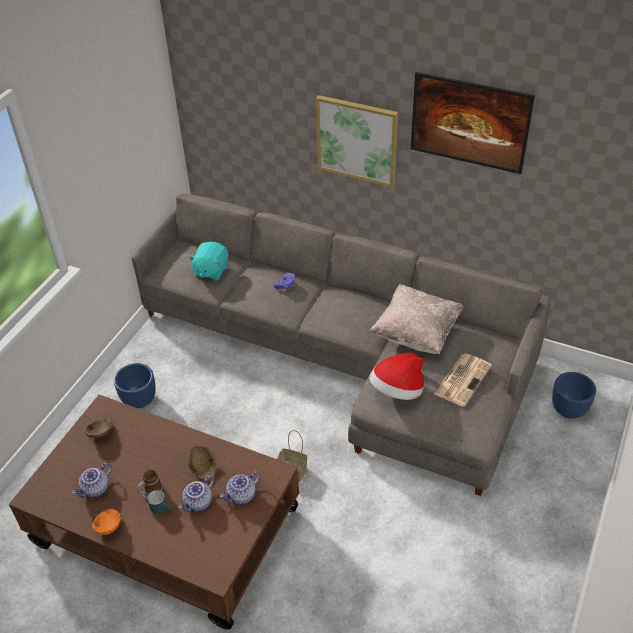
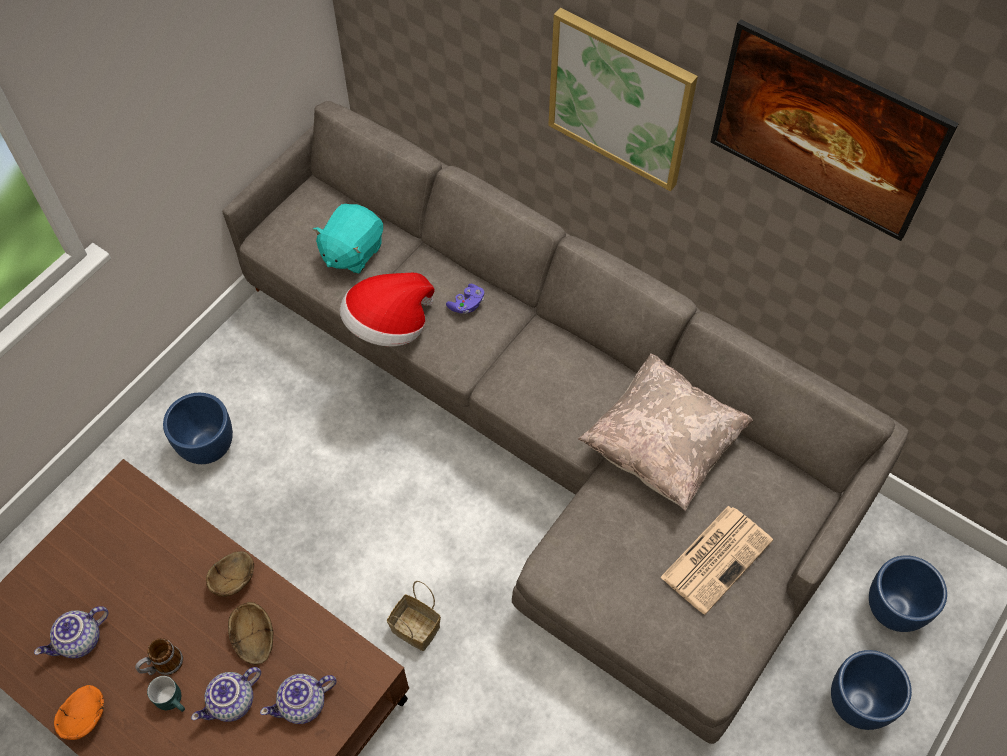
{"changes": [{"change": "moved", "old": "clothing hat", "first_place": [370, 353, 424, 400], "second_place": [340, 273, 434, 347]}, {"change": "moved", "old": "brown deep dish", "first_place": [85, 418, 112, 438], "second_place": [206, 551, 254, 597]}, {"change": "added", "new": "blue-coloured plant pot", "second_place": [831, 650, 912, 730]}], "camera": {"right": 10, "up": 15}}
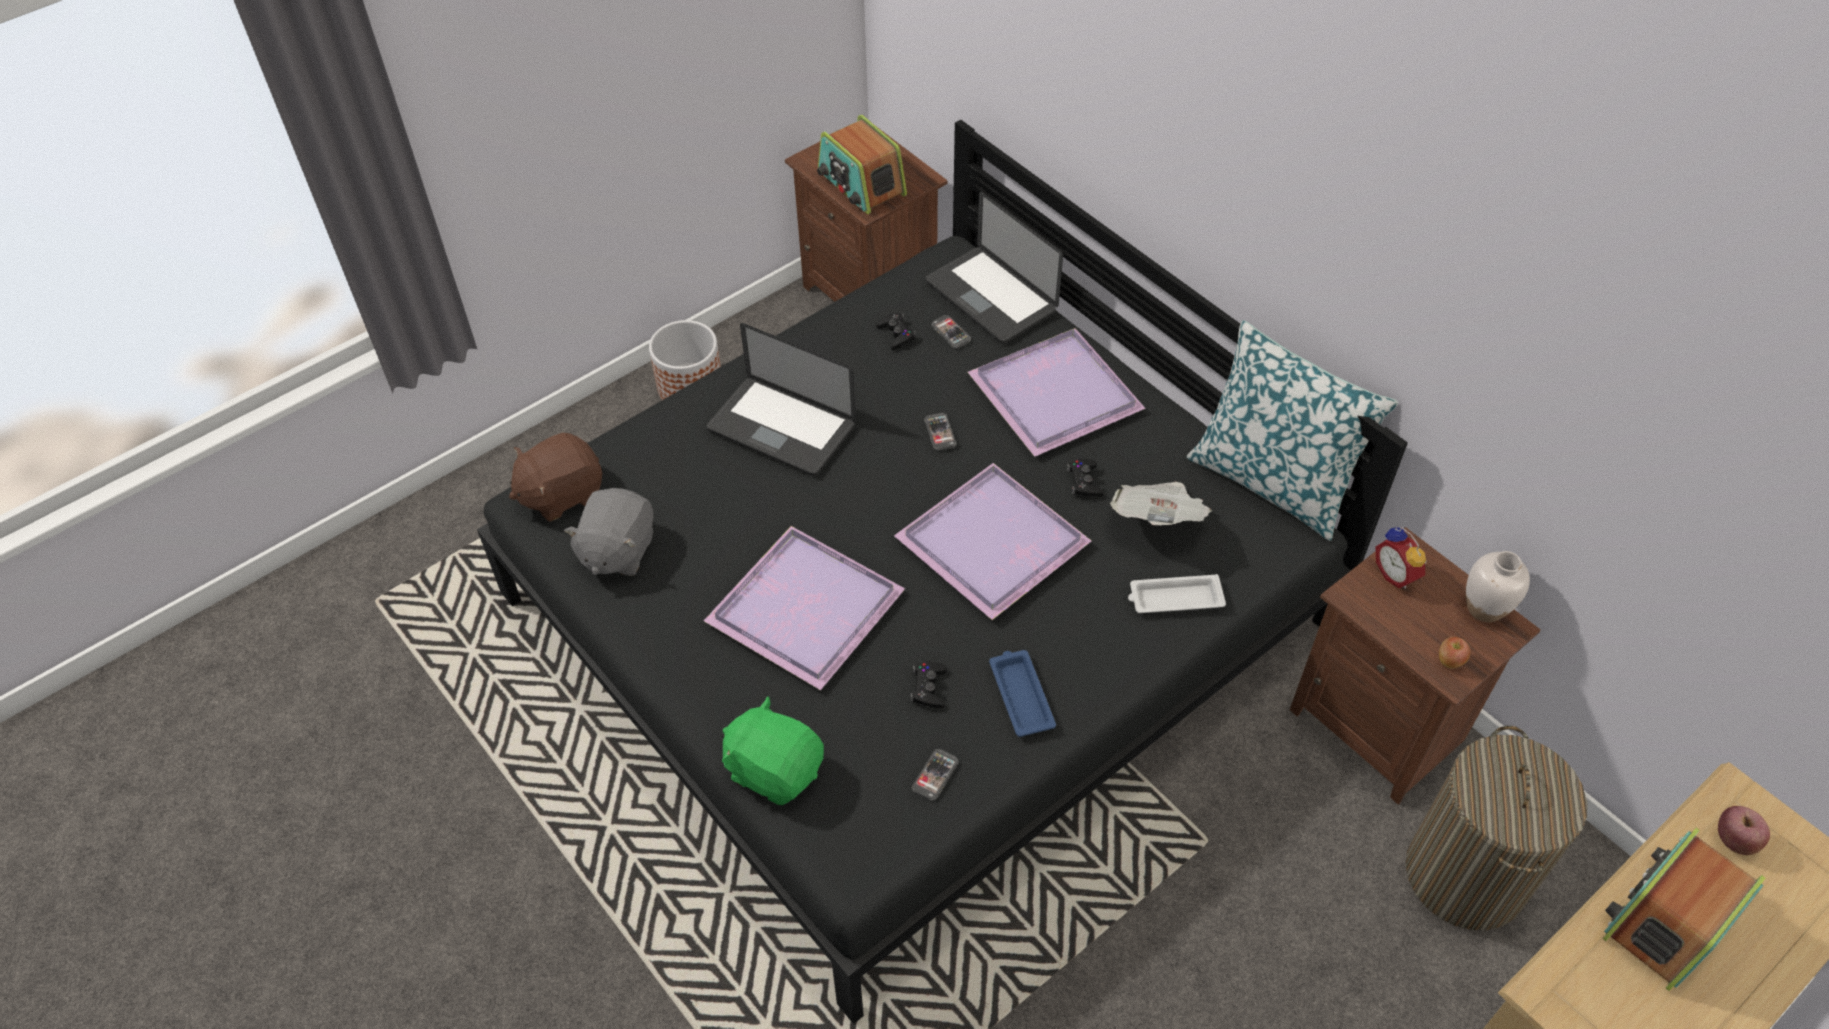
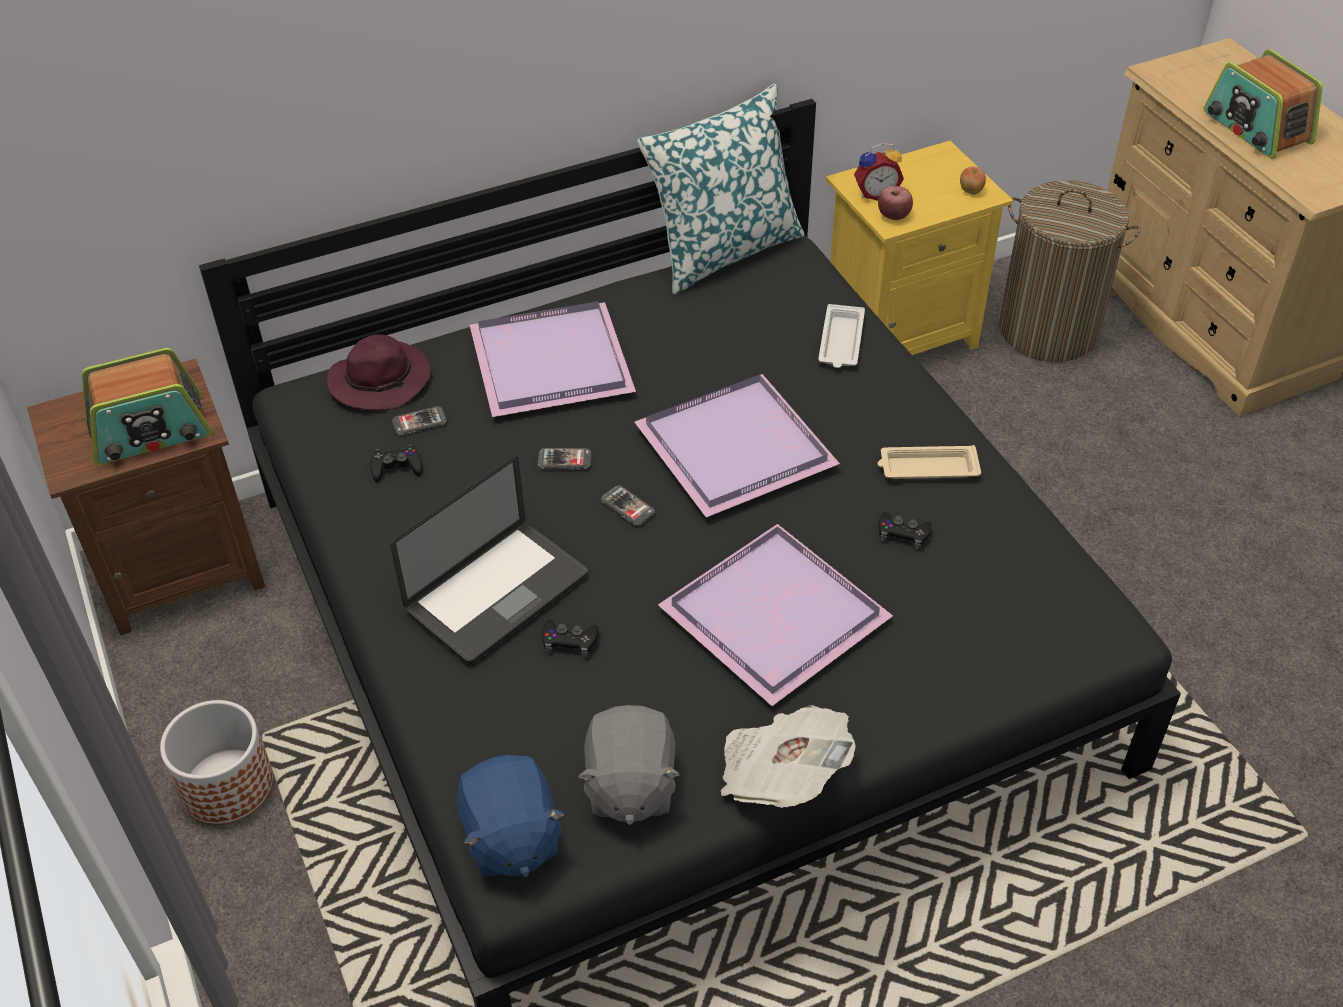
{"changes": [{"change": "replaced", "old": "portable computer", "new": "purple clothing hat", "first_place": [925, 192, 1063, 344], "second_place": [327, 334, 431, 410]}, {"change": "recoloured", "old": "brown cuddly toy", "new": "blue-coloured cuddly toy", "first_place": [509, 433, 602, 522], "second_place": [457, 755, 565, 877]}, {"change": "moved", "old": "black joypad", "first_place": [1067, 459, 1103, 497], "second_place": [542, 620, 599, 657]}, {"change": "moved", "old": "newspaper", "first_place": [1110, 482, 1212, 525], "second_place": [721, 705, 855, 808]}, {"change": "turned", "old": "grey cuddly toy", "first_place": [564, 488, 654, 576], "second_place": [578, 705, 680, 825], "degrees": 60}, {"change": "recoloured", "old": "brown bedside table", "new": "yellowish bedside table", "first_place": [1290, 527, 1541, 805], "second_place": [826, 141, 1013, 355]}, {"change": "removed", "old": "white flower vase", "first_place": [1466, 551, 1530, 622]}, {"change": "recoloured", "old": "blue-coloured serving tray", "new": "beige-coloured serving tray", "first_place": [989, 650, 1056, 737], "second_place": [878, 445, 981, 479]}, {"change": "removed", "old": "green cuddly toy", "first_place": [722, 696, 824, 805]}, {"change": "moved", "old": "phone", "first_place": [912, 749, 959, 801], "second_place": [601, 486, 655, 526]}, {"change": "moved", "old": "apple", "first_place": [1718, 806, 1770, 855], "second_place": [878, 186, 913, 220]}], "camera": {"right": -75, "up": -5}}
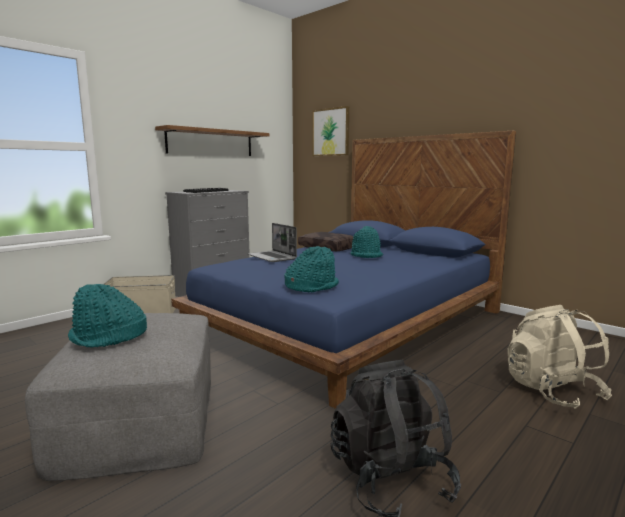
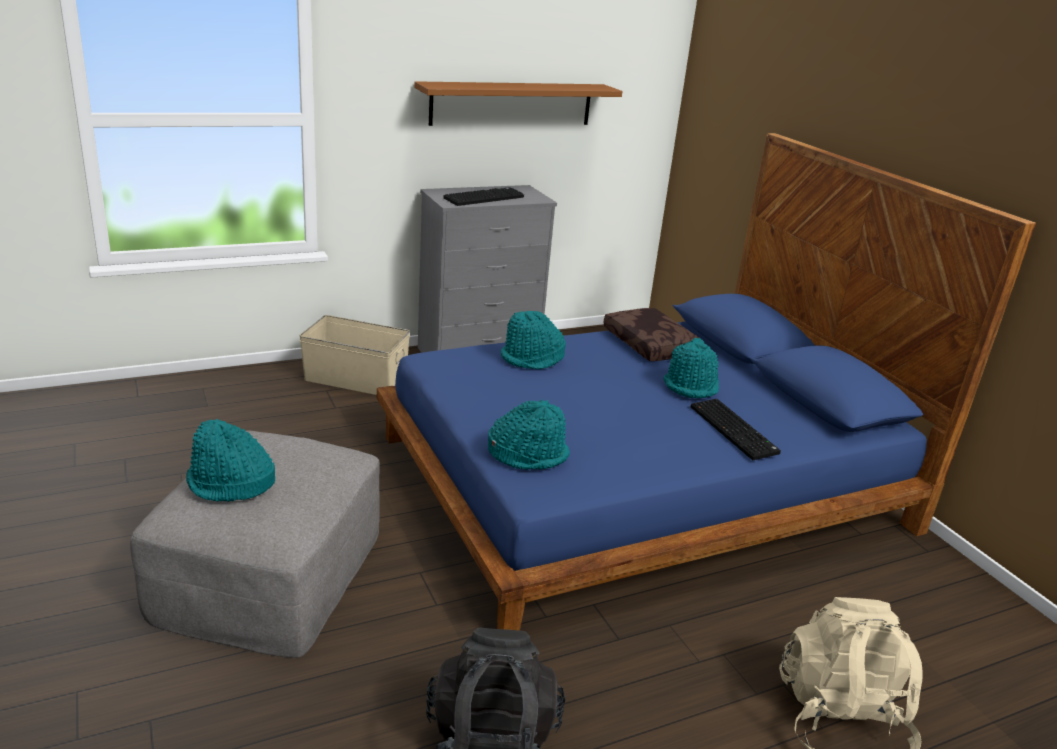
{"changes": [{"change": "removed", "old": "wall picture", "first_place": [312, 106, 349, 156]}, {"change": "replaced", "old": "portable computer", "new": "turquoise clothing hat", "first_place": [248, 223, 297, 262], "second_place": [501, 311, 566, 369]}, {"change": "added", "new": "PC keyboard", "second_place": [691, 399, 781, 460]}], "camera": {"right": 20, "up": 15}}
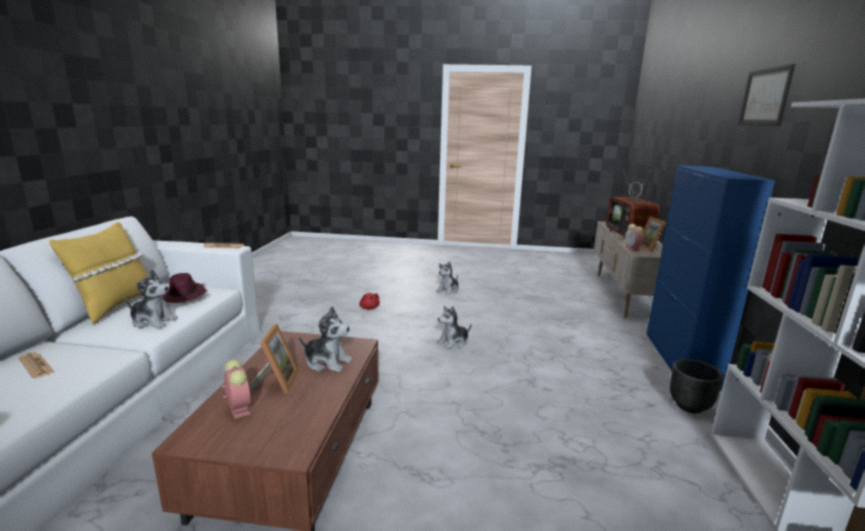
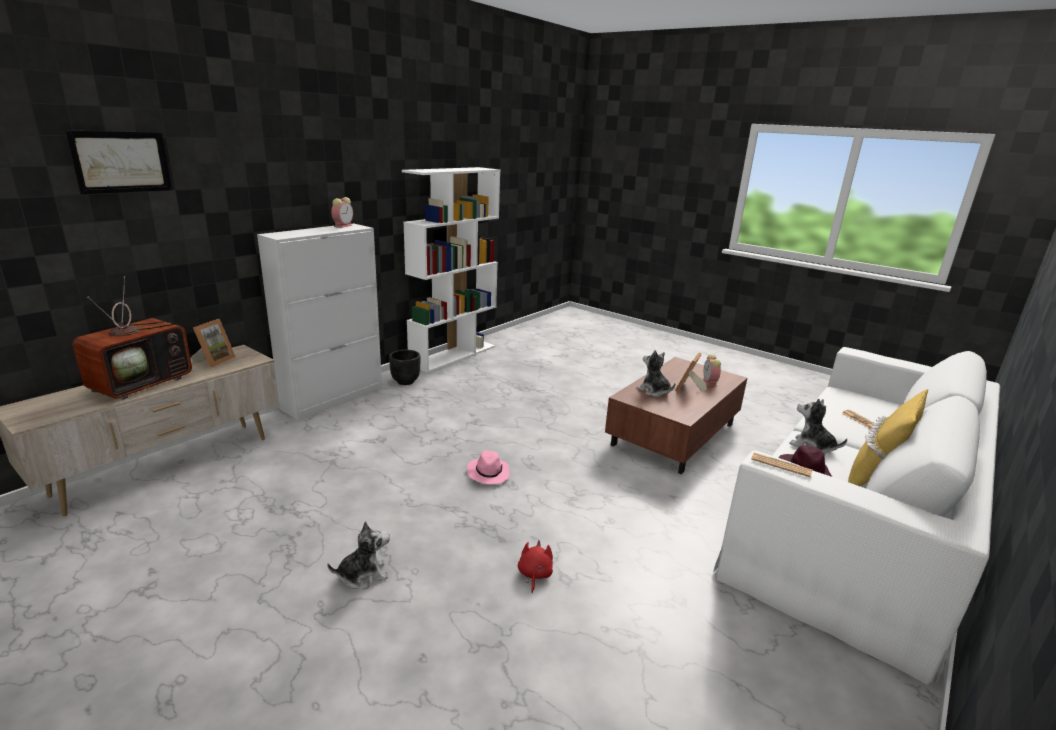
{"changes": [{"change": "moved", "old": "wall picture", "first_place": [738, 64, 795, 126], "second_place": [65, 131, 172, 194]}, {"change": "recoloured", "old": "blue-coloured cabinet", "new": "white cabinet", "first_place": [647, 165, 775, 391], "second_place": [257, 224, 382, 420]}, {"change": "moved", "old": "table clock", "first_place": [625, 224, 644, 251], "second_place": [331, 197, 353, 228]}, {"change": "replaced", "old": "cuddly toy", "new": "pinkish clothing hat", "first_place": [437, 306, 472, 349], "second_place": [467, 451, 510, 484]}], "camera": {"right": -150, "up": 5}}
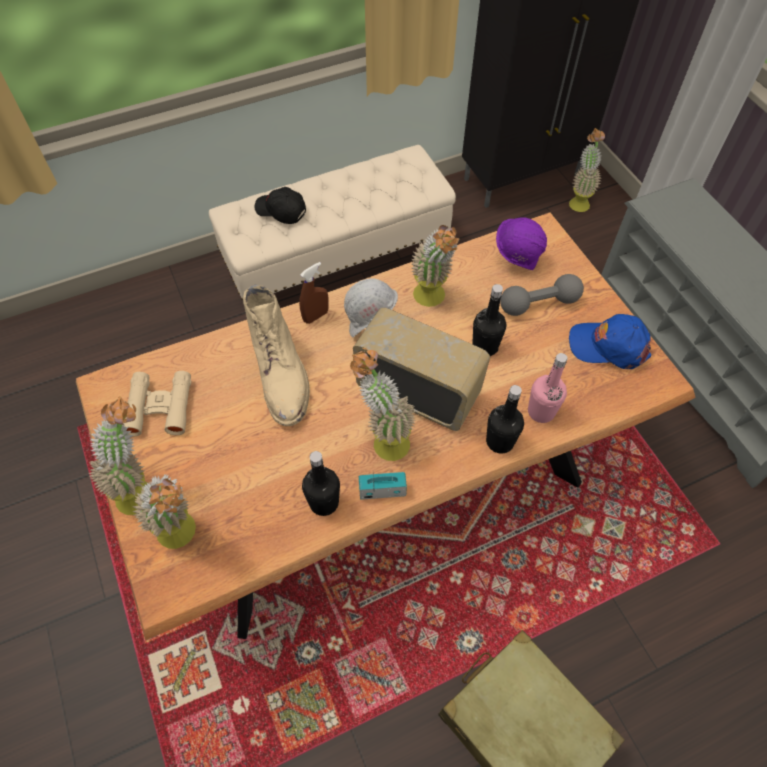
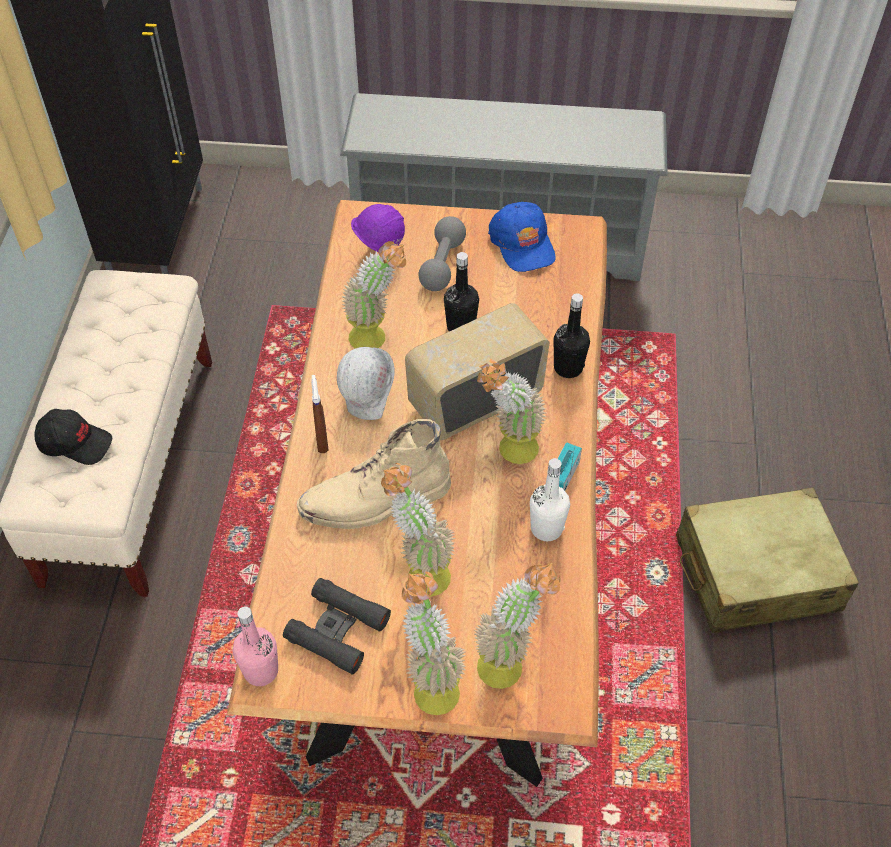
{"changes": [{"change": "moved", "old": "plant in a pot", "first_place": [569, 128, 605, 212], "second_place": [381, 463, 455, 597]}, {"change": "turned", "old": "black baseball cap", "first_place": [255, 187, 306, 224], "second_place": [35, 409, 112, 465], "degrees": -135}, {"change": "turned", "old": "beige-coloured boot", "first_place": [243, 285, 310, 426], "second_place": [297, 419, 451, 529], "degrees": 150}, {"change": "turned", "old": "blue-coloured baseball cap", "first_place": [569, 314, 651, 369], "second_place": [488, 202, 556, 272], "degrees": -60}, {"change": "moved", "old": "pinkish bottle", "first_place": [528, 353, 568, 423], "second_place": [232, 606, 278, 686]}, {"change": "recoloured", "old": "beige-coloured field glasses", "new": "black field glasses", "first_place": [124, 371, 191, 436], "second_place": [283, 578, 391, 675]}, {"change": "recoloured", "old": "black bottle", "new": "white bottle", "first_place": [302, 451, 340, 516], "second_place": [530, 458, 570, 541]}], "camera": {"right": -60, "up": -5}}
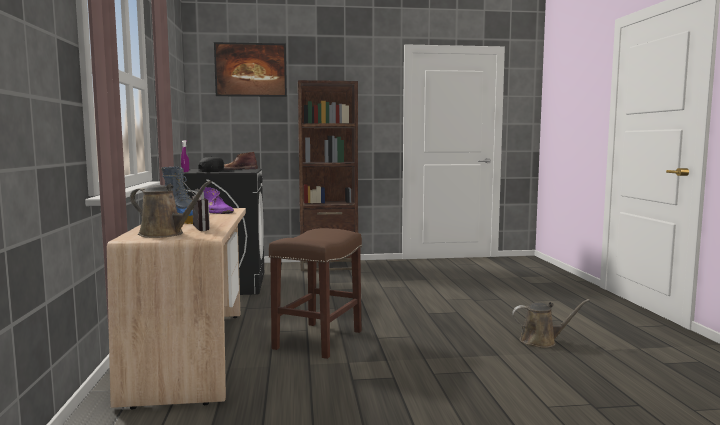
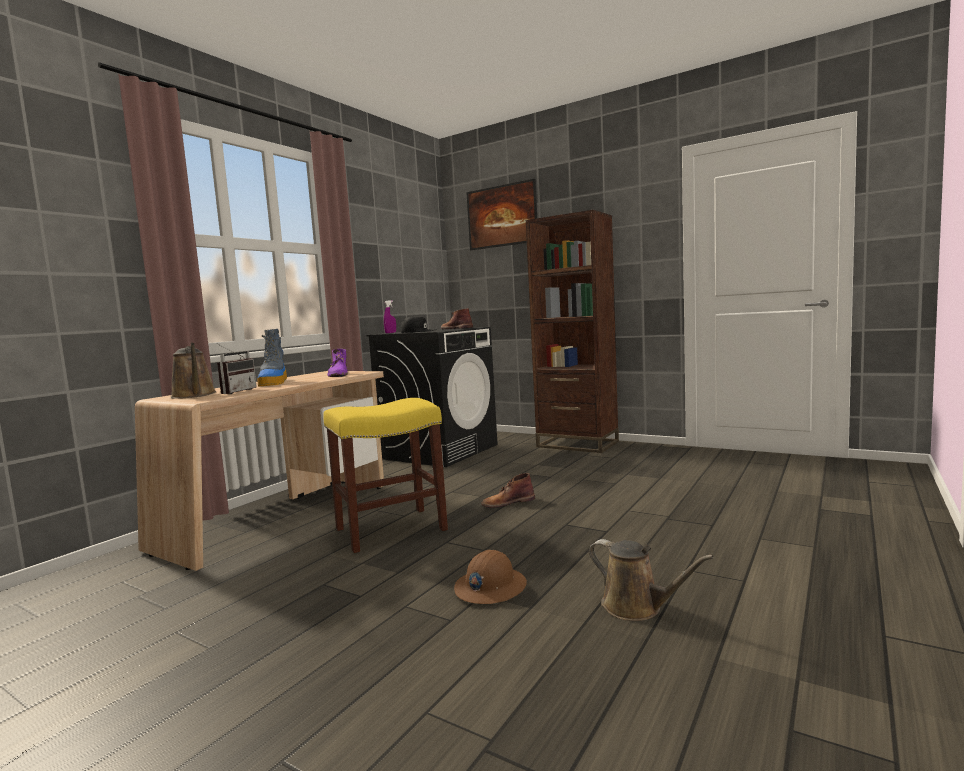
{"changes": [{"change": "recoloured", "old": "brown stool seat", "new": "yellowish stool seat", "first_place": [269, 228, 362, 359], "second_place": [323, 398, 448, 553]}, {"change": "added", "new": "brown boot", "second_place": [481, 473, 535, 508]}, {"change": "added", "new": "brown work helmet", "second_place": [454, 550, 527, 604]}], "camera": {"right": 40, "up": 0}}
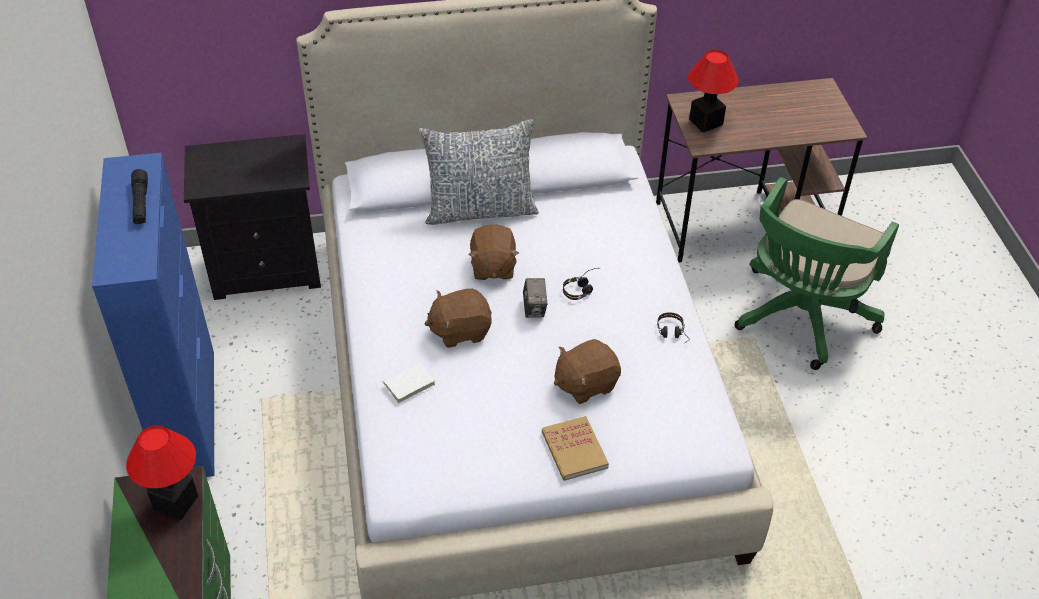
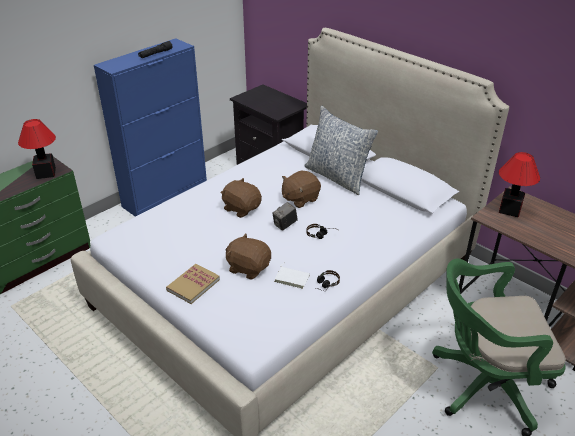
{"changes": [{"change": "moved", "old": "white volume", "first_place": [379, 363, 435, 403], "second_place": [274, 263, 310, 289]}], "camera": {"right": 55, "up": -10}}
